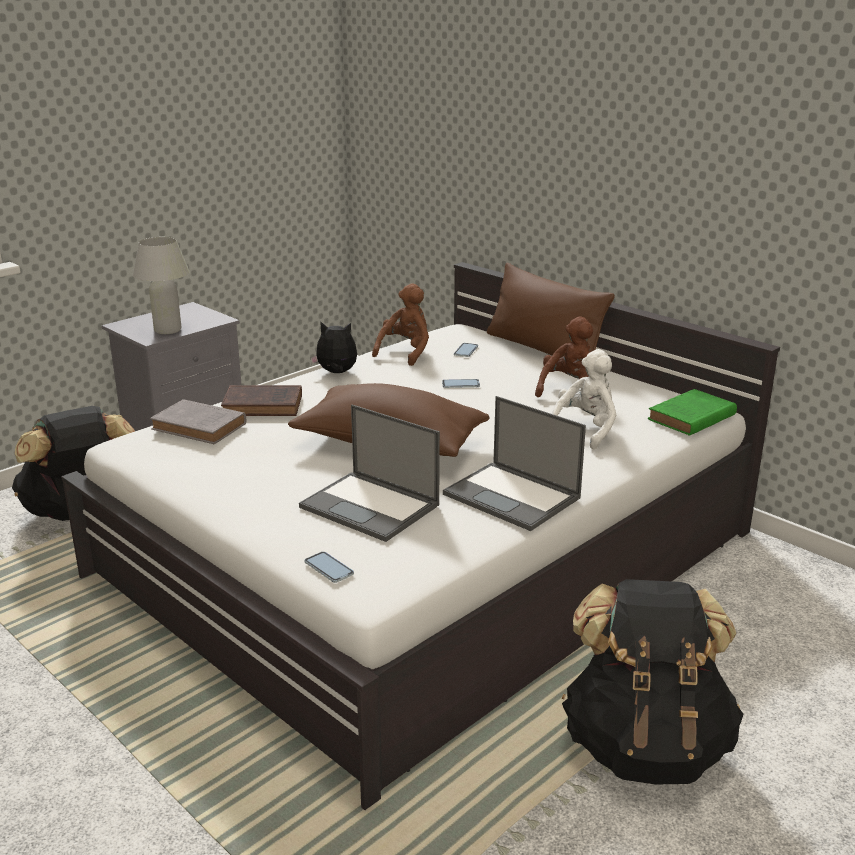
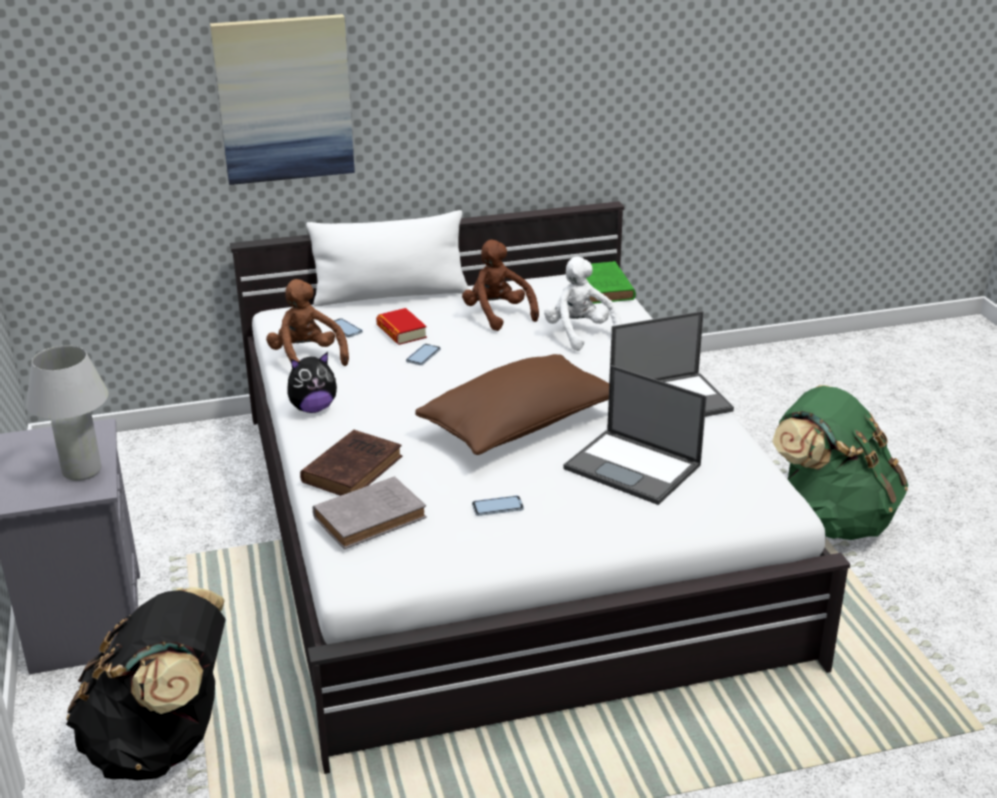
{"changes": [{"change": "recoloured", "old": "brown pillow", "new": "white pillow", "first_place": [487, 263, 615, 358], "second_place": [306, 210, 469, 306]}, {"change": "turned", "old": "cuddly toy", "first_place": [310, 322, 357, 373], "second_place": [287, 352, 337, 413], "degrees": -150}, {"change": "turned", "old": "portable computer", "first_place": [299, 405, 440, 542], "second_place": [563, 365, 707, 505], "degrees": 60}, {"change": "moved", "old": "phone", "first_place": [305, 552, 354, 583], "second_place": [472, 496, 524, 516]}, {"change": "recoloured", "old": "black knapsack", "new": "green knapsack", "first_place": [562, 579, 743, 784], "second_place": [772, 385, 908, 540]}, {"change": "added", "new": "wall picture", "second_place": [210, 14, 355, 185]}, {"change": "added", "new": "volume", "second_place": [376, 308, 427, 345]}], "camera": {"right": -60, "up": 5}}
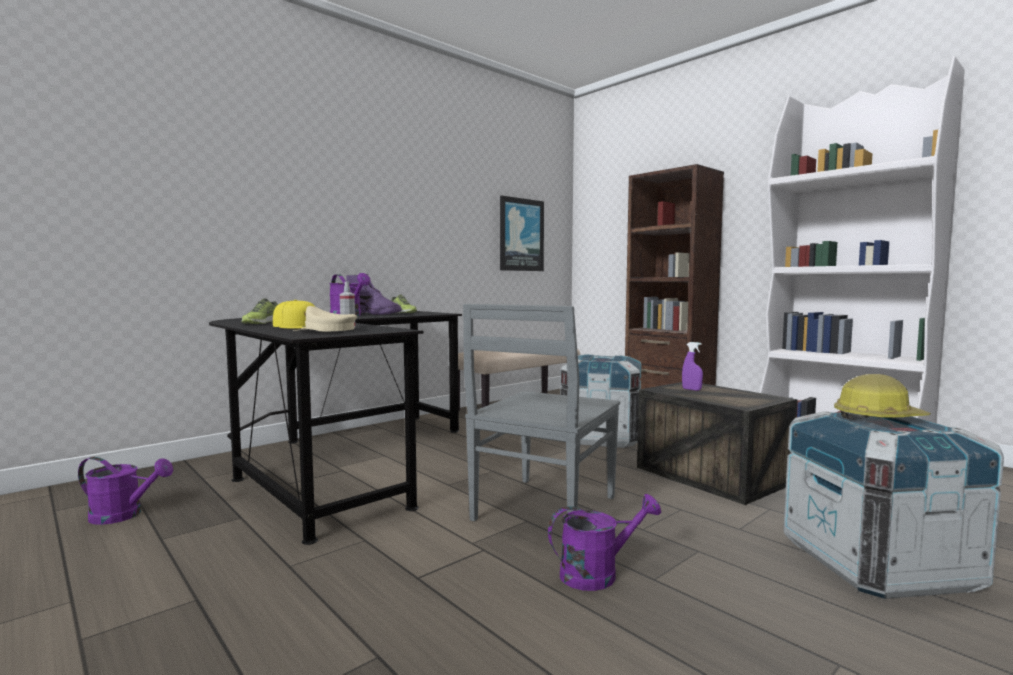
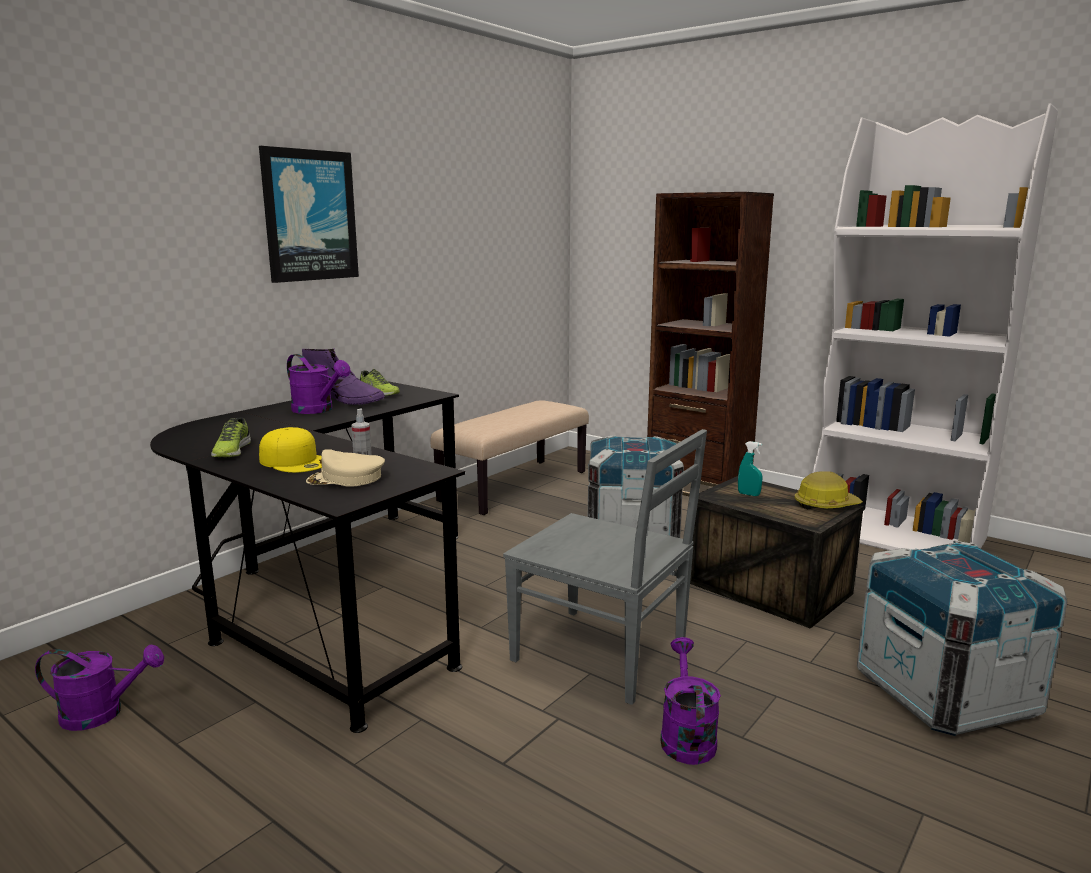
{"changes": [{"change": "moved", "old": "wall picture", "first_place": [500, 195, 544, 271], "second_place": [259, 146, 359, 283]}, {"change": "turned", "old": "grey upright chair", "first_place": [463, 304, 620, 521], "second_place": [503, 429, 707, 705], "degrees": -75}, {"change": "recoloured", "old": "purple spray bottle", "new": "turquoise spray bottle", "first_place": [682, 342, 703, 391], "second_place": [738, 441, 762, 496]}, {"change": "moved", "old": "work helmet", "first_place": [834, 374, 931, 420], "second_place": [795, 471, 863, 509]}, {"change": "turned", "old": "purple watering can", "first_place": [548, 494, 661, 591], "second_place": [660, 637, 721, 765], "degrees": -60}], "camera": {"right": -10, "up": 10}}
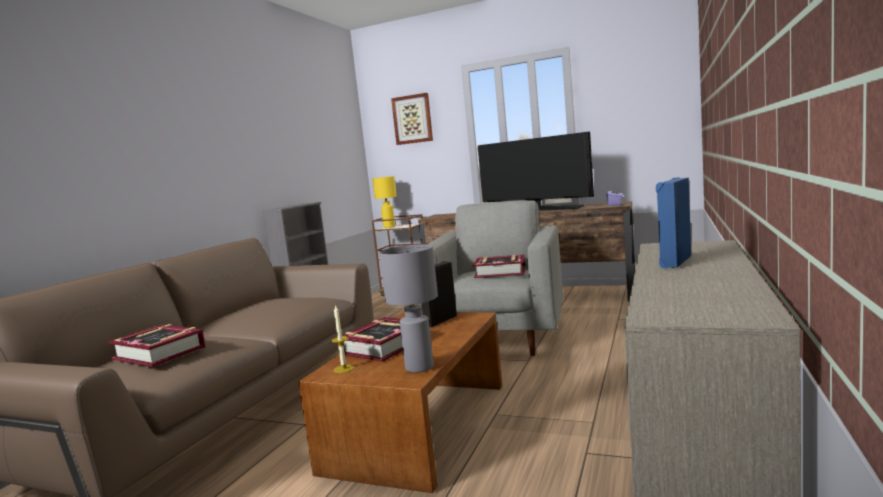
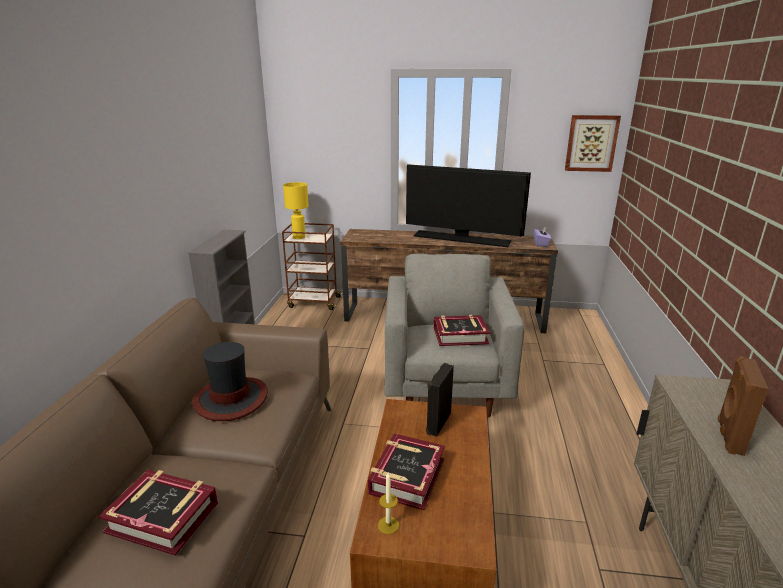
{"changes": [{"change": "moved", "old": "wall picture", "first_place": [391, 93, 433, 145], "second_place": [565, 115, 621, 172]}, {"change": "recoloured", "old": "blue-coloured audio speaker", "new": "brown audio speaker", "first_place": [656, 177, 691, 268], "second_place": [718, 356, 768, 456]}, {"change": "removed", "old": "grey lamp for a table", "first_place": [379, 244, 438, 373]}, {"change": "added", "new": "clothing hat", "second_place": [192, 342, 268, 421]}], "camera": {"right": -15, "up": 15}}
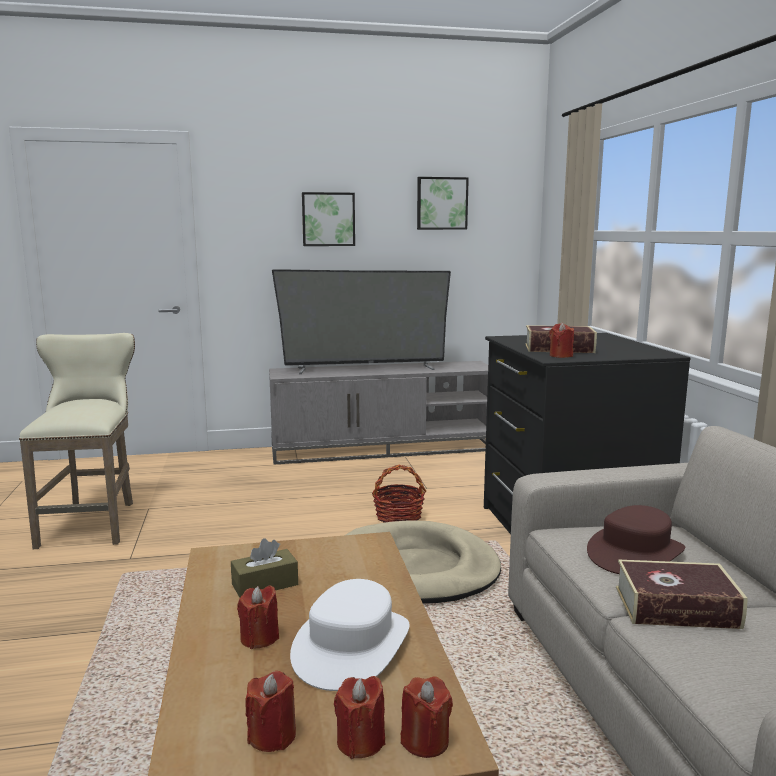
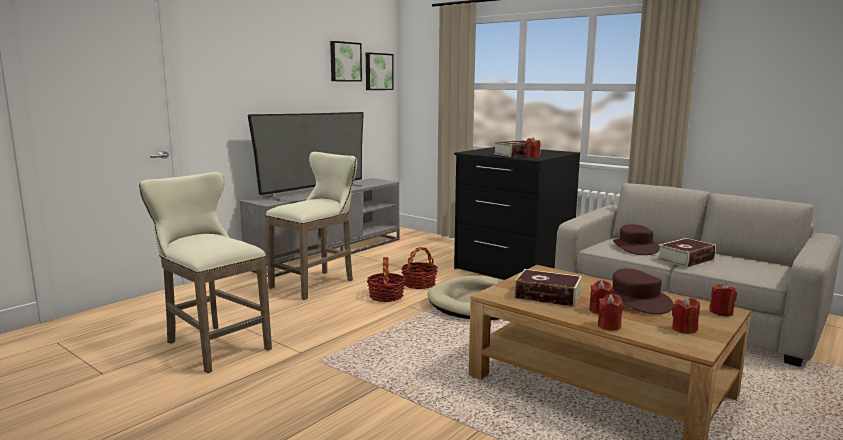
{"changes": [{"change": "moved", "old": "wall picture", "first_place": [302, 192, 355, 246], "second_place": [366, 52, 394, 90]}, {"change": "replaced", "old": "brown tissue holder", "new": "volume", "first_place": [231, 538, 298, 598], "second_place": [514, 269, 582, 307]}, {"change": "recoloured", "old": "white clothing hat", "new": "brown clothing hat", "first_place": [290, 579, 410, 691], "second_place": [612, 268, 674, 314]}, {"change": "moved", "old": "red wax candle", "first_place": [334, 676, 385, 759], "second_place": [598, 294, 623, 330]}, {"change": "added", "new": "beige-coloured stool seat", "second_place": [265, 152, 357, 300]}, {"change": "added", "new": "basket", "second_place": [367, 257, 406, 302]}], "camera": {"right": -40, "up": 0}}
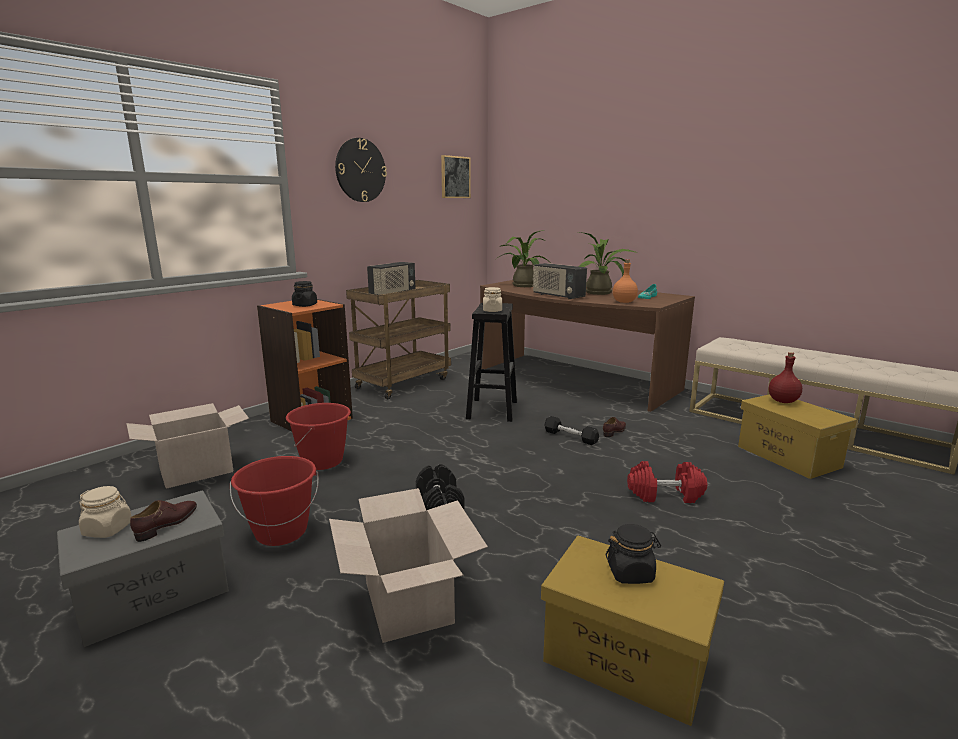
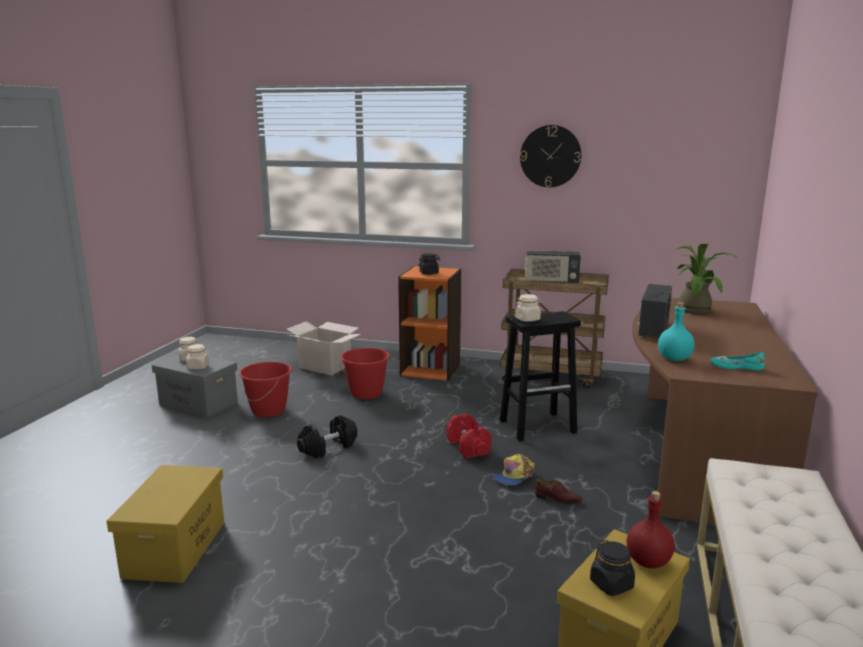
{"changes": [{"change": "removed", "old": "wall picture", "first_place": [441, 155, 471, 198]}, {"change": "removed", "old": "plant in a pot", "first_place": [578, 232, 638, 295]}, {"change": "recoloured", "old": "orangey bottle", "new": "turquoise bottle", "first_place": [613, 259, 638, 303], "second_place": [658, 302, 694, 361]}, {"change": "replaced", "old": "black hand weight", "new": "baseball cap", "first_place": [544, 416, 599, 445], "second_place": [493, 454, 534, 485]}, {"change": "moved", "old": "red hand weight", "first_place": [627, 461, 707, 503], "second_place": [447, 413, 492, 458]}, {"change": "removed", "old": "cardboard box", "first_place": [329, 488, 488, 643]}, {"change": "replaced", "old": "brown item of footwear", "new": "beige-coloured storage jar", "first_place": [130, 500, 197, 542], "second_place": [186, 344, 209, 369]}, {"change": "moved", "old": "black storage jar", "first_place": [606, 524, 661, 584], "second_place": [590, 540, 635, 596]}], "camera": {"right": 65, "up": 0}}
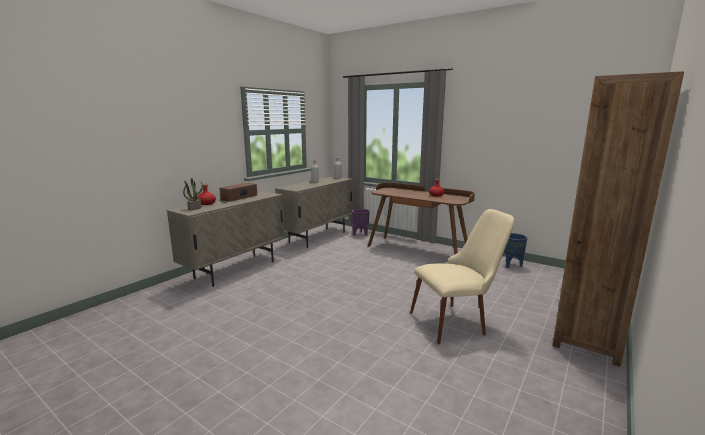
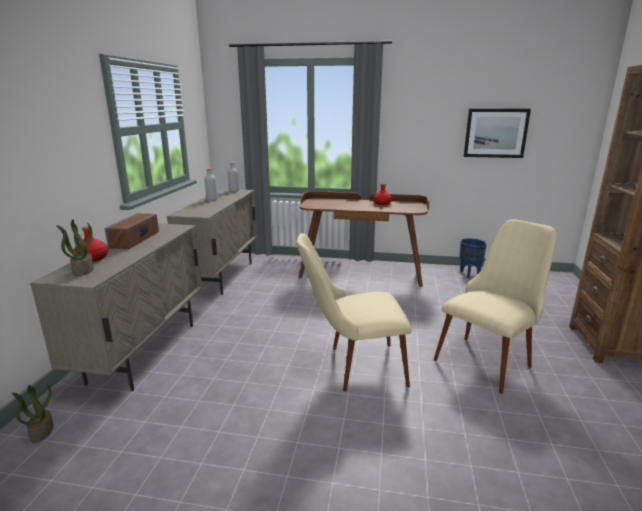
{"changes": [{"change": "removed", "old": "purple plant pot", "first_place": [352, 209, 370, 236]}, {"change": "added", "new": "wall picture", "second_place": [464, 109, 531, 158]}, {"change": "added", "new": "beige-coloured upright chair", "second_place": [297, 233, 411, 392]}, {"change": "added", "new": "plant in a pot", "second_place": [12, 383, 54, 443]}], "camera": {"right": -25, "up": 5}}
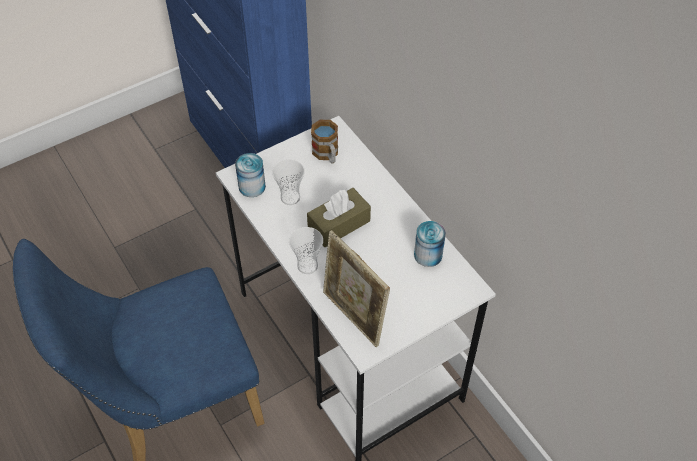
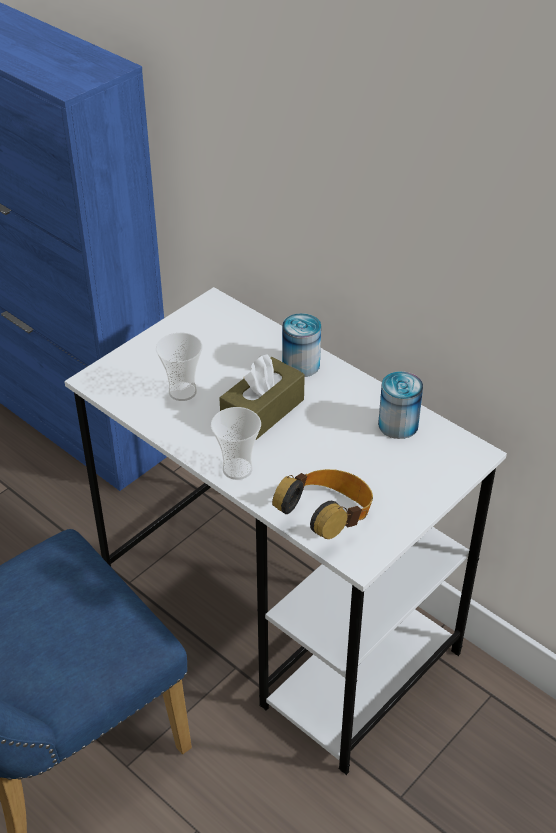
{"changes": [{"change": "removed", "old": "mug", "first_place": [311, 120, 338, 164]}, {"change": "moved", "old": "can", "first_place": [235, 153, 266, 197], "second_place": [282, 313, 321, 377]}, {"change": "replaced", "old": "standing frame", "new": "pair of headphones", "first_place": [323, 230, 390, 348], "second_place": [272, 469, 373, 539]}], "camera": {"right": -15, "up": -10}}
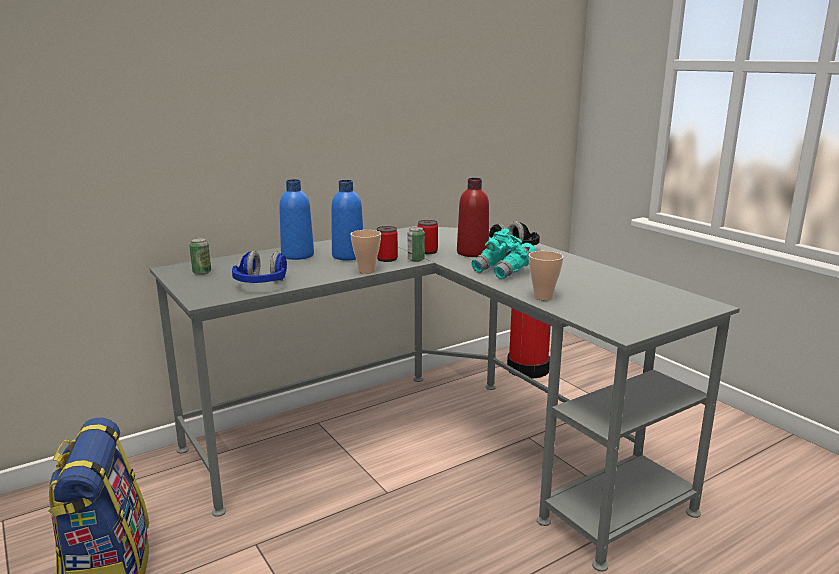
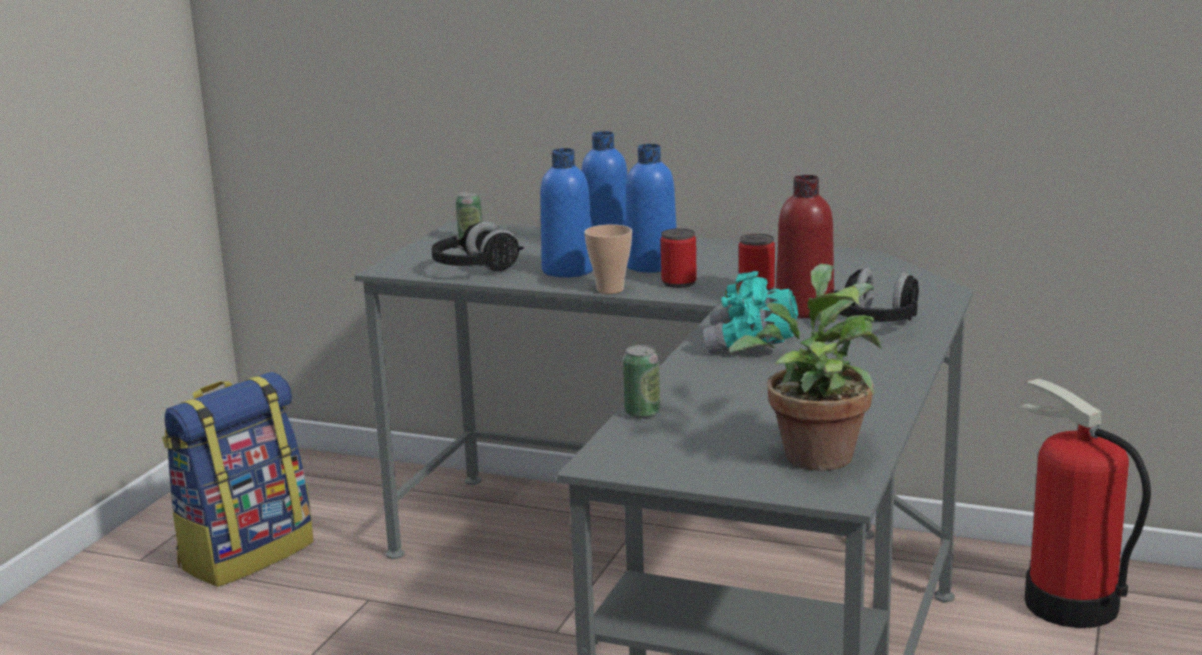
{"changes": [{"change": "moved", "old": "can", "first_place": [408, 227, 425, 262], "second_place": [623, 345, 660, 419]}, {"change": "recoloured", "old": "blue-coloured pair of headphones", "new": "black pair of headphones", "first_place": [232, 250, 287, 283], "second_place": [431, 222, 524, 271]}, {"change": "removed", "old": "drinking cup", "first_place": [529, 251, 563, 300]}, {"change": "added", "new": "blue-coloured bottle", "second_place": [540, 148, 593, 278]}, {"change": "added", "new": "plant in a pot", "second_place": [729, 264, 882, 471]}], "camera": {"right": 55, "up": 0}}
